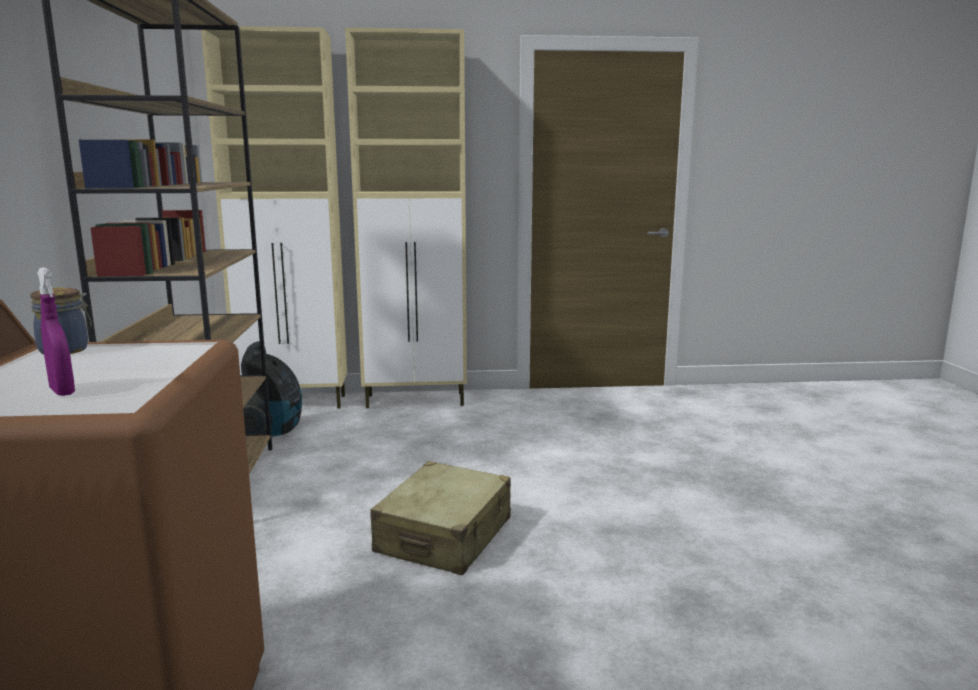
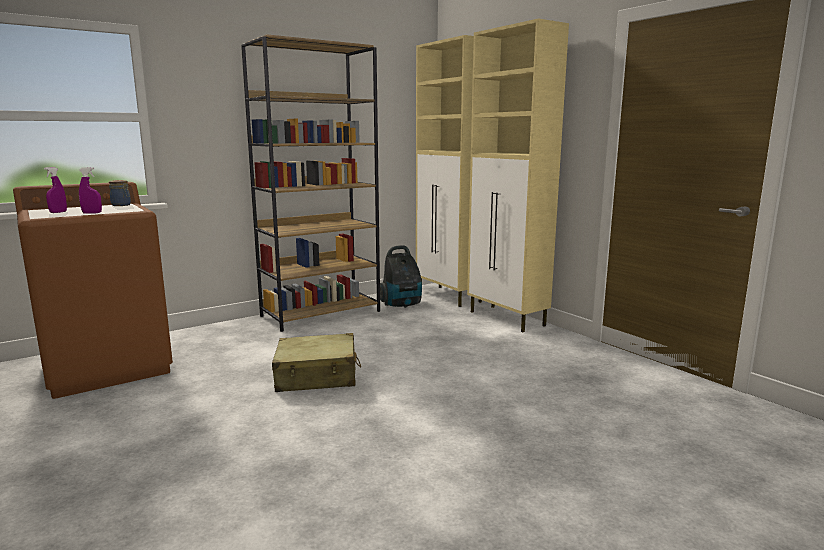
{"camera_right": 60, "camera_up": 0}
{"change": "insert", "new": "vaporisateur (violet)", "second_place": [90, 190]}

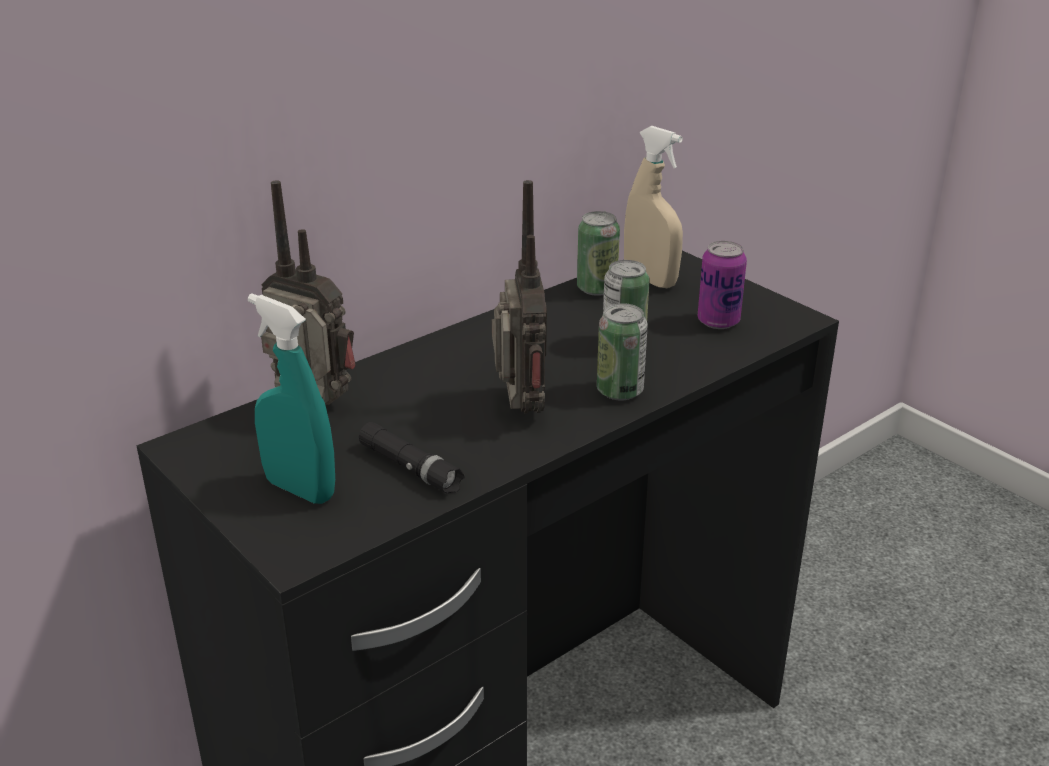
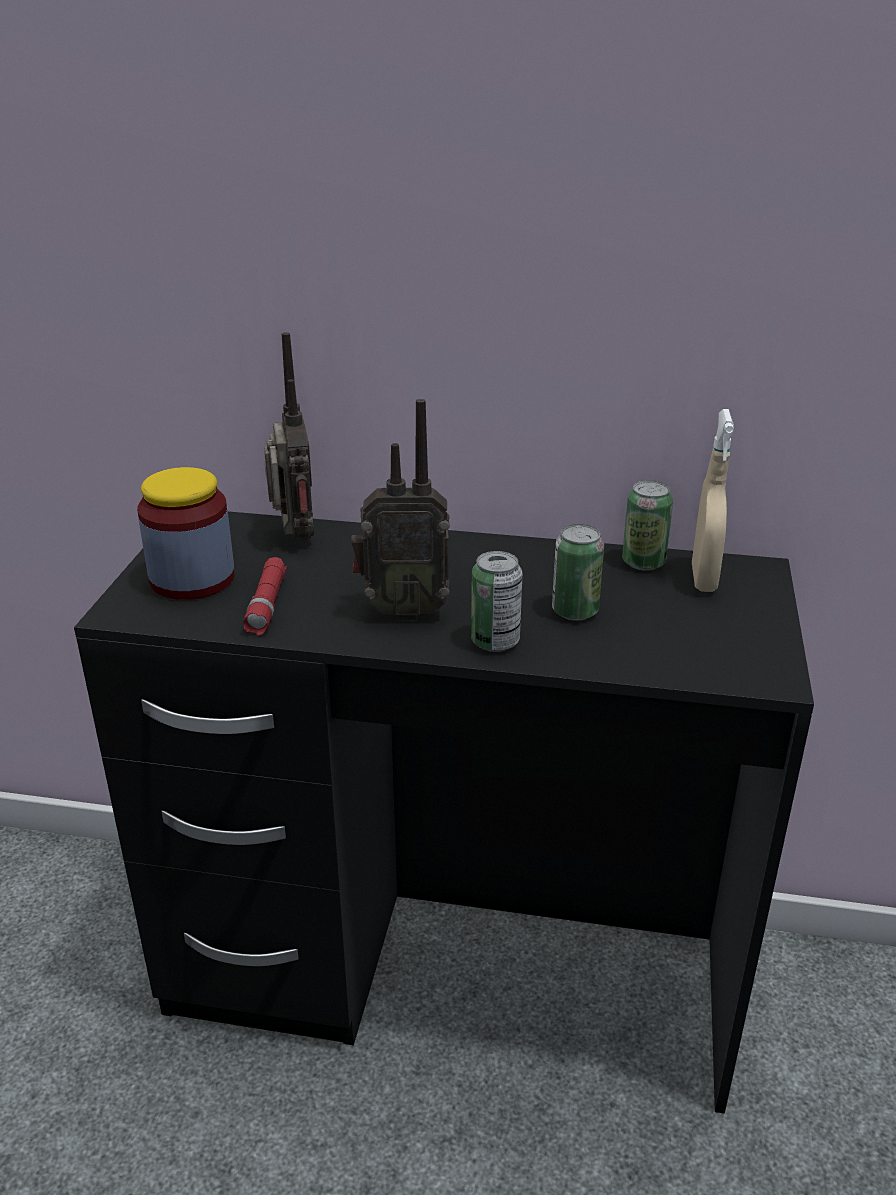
{"camera_right": 50, "camera_up": 0}
{"change": "replace", "old": "vaporisateur (turquoise)", "new": "bocal", "first_place": [291, 398], "second_place": [186, 533]}
{"change": "recolor", "old": "lampe de poche (noir)", "new": "lampe de poche (rouge)", "first_place": [412, 458], "second_place": [265, 596]}
{"change": "rotate", "old": "radio", "first_place": [519, 296], "second_place": [401, 510], "degrees": 45}
{"change": "delete", "old": "boîte métallique", "first_place": [722, 285]}

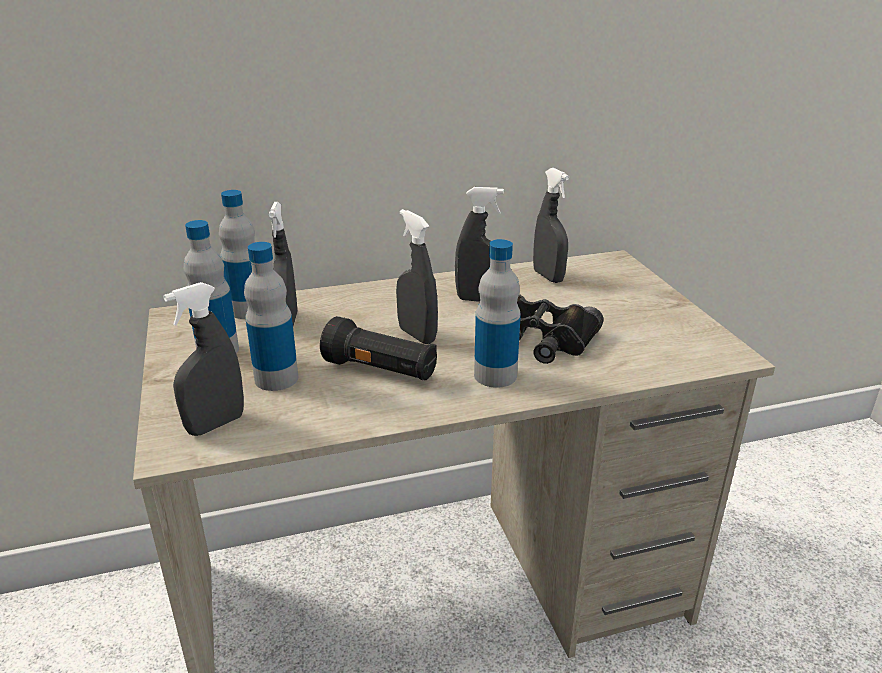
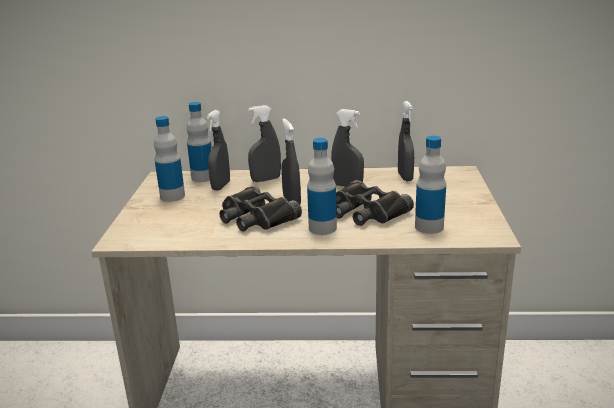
{"camera_right": 20, "camera_up": -5}
{"change": "replace", "old": "lampe de poche (noir)", "new": "jumelles (noir)", "first_place": [378, 348], "second_place": [261, 208]}
{"change": "move", "old": "vaporisateur (gris)", "first_place": [203, 359], "second_place": [264, 143]}
{"change": "move", "old": "bouteille", "first_place": [271, 316], "second_place": [430, 185]}

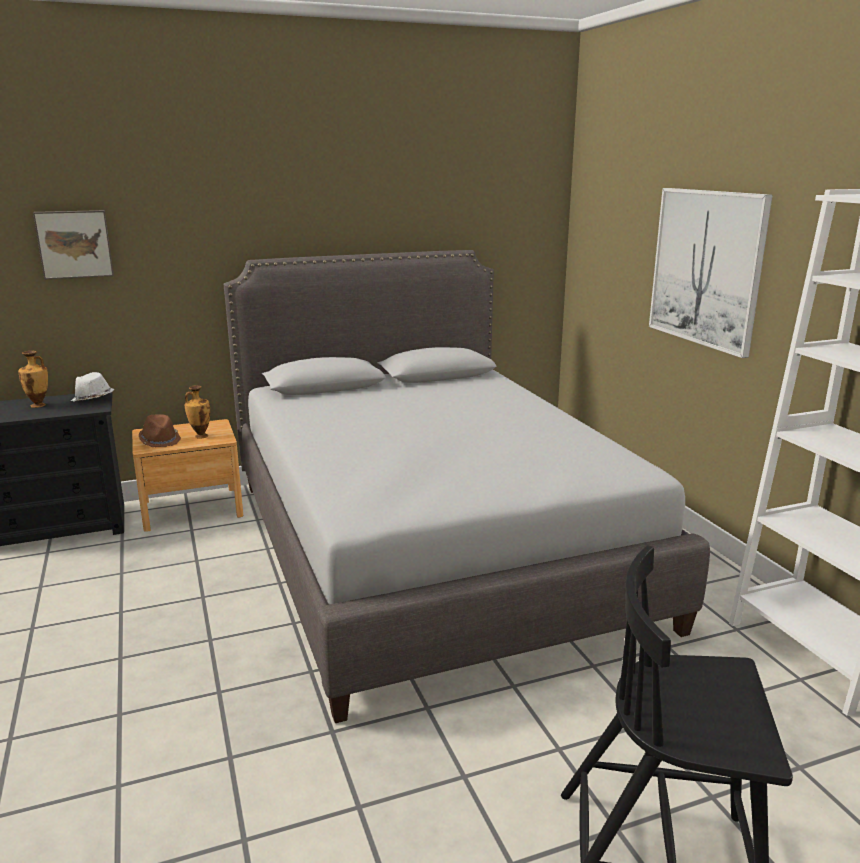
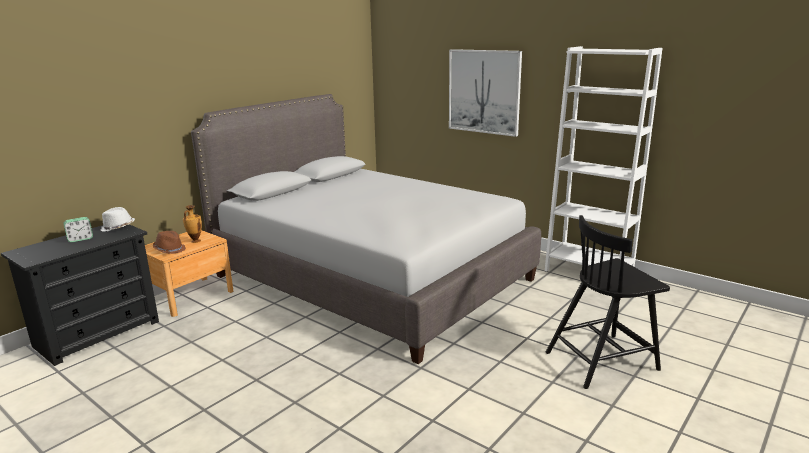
{"camera_right": -30, "camera_up": 0}
{"change": "replace", "old": "vase", "new": "réveil", "first_place": [33, 379], "second_place": [78, 229]}
{"change": "delete", "old": "tableau", "first_place": [73, 244]}

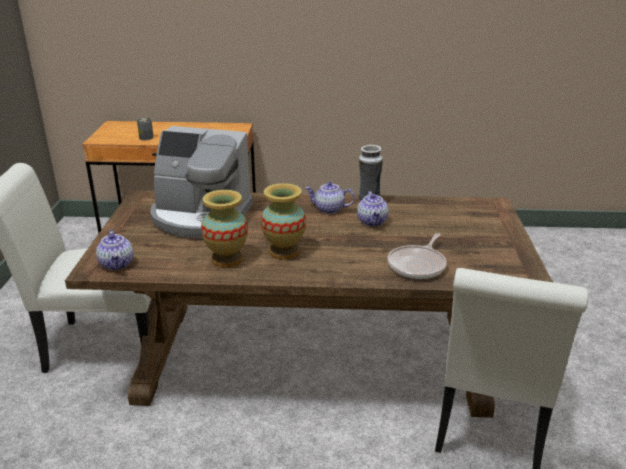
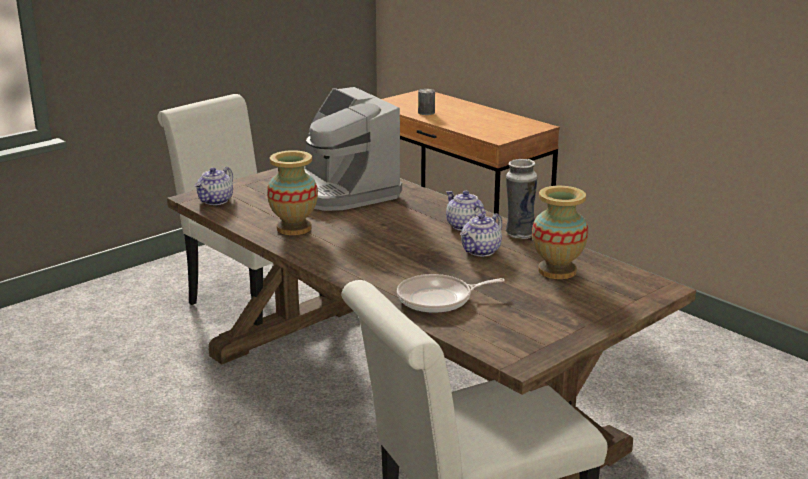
{"camera_right": 45, "camera_up": -5}
{"change": "move", "old": "vase", "first_place": [283, 221], "second_place": [560, 232]}

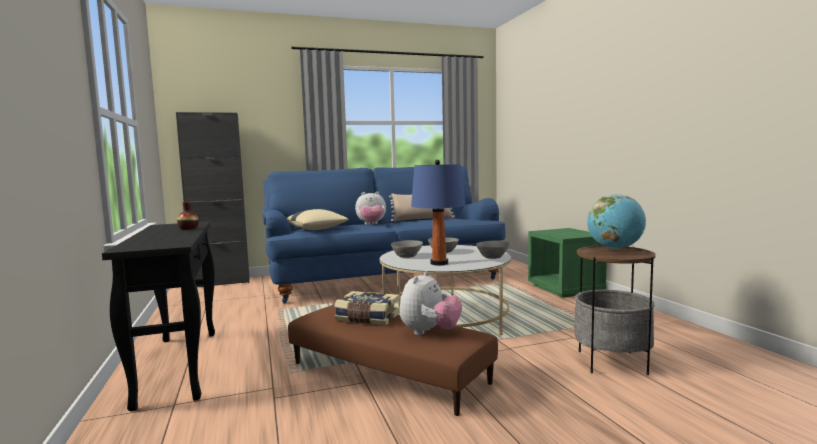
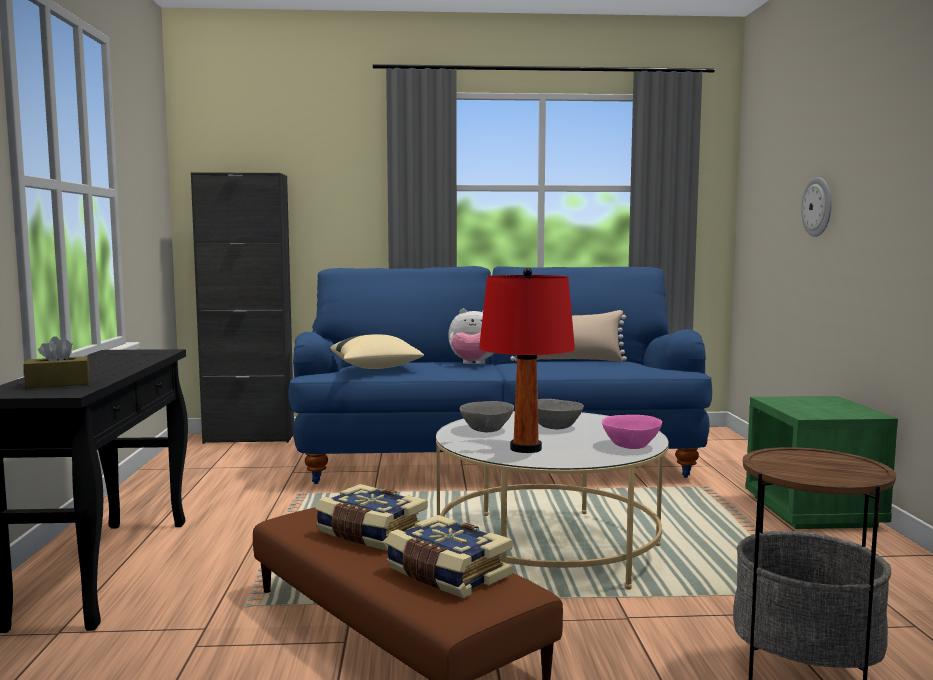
{"camera_right": 15, "camera_up": 0}
{"change": "insert", "new": "boîte à mouchoirs (marron)", "second_place": [56, 362]}
{"change": "replace", "old": "peluche", "new": "livre", "first_place": [431, 303], "second_place": [449, 556]}
{"change": "recolor", "old": "lampe de table (bleu)", "new": "lampe de table (rouge)", "first_place": [438, 212], "second_place": [527, 360]}
{"change": "recolor", "old": "bol (gris)", "new": "bol (rose)", "first_place": [493, 250], "second_place": [632, 432]}
{"change": "insert", "new": "horloge murale", "second_place": [816, 207]}
{"change": "delete", "old": "vase", "first_place": [188, 216]}
{"change": "delete", "old": "globe", "first_place": [616, 221]}

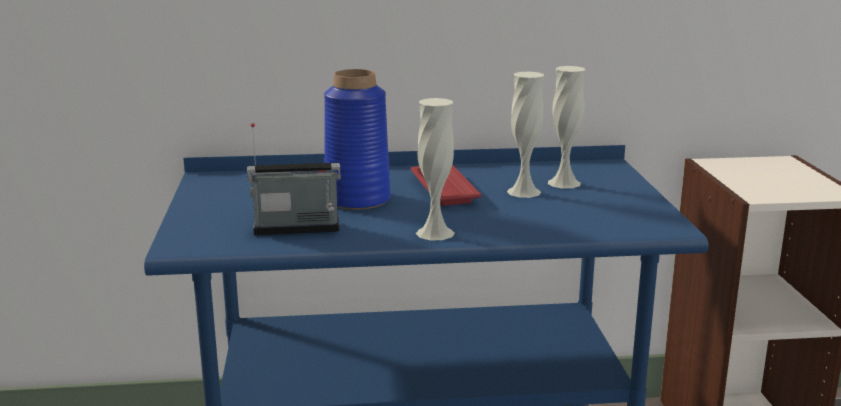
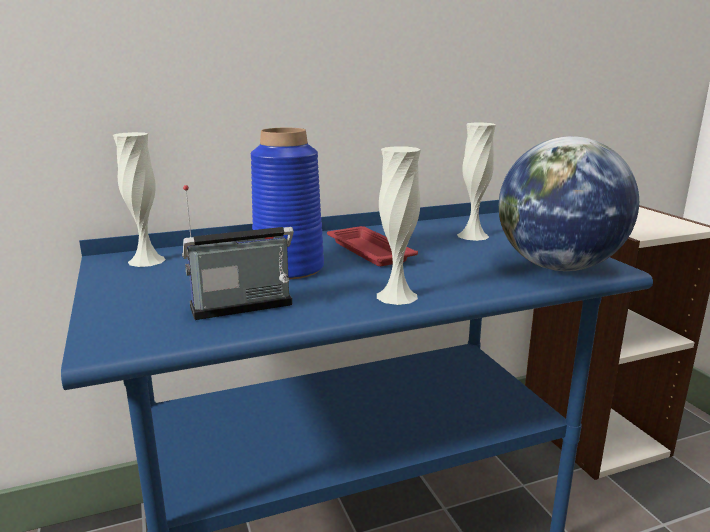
{"camera_right": -15, "camera_up": 0}
{"change": "move", "old": "vase (blanc)", "first_place": [525, 135], "second_place": [139, 199]}
{"change": "insert", "new": "globe", "second_place": [569, 203]}

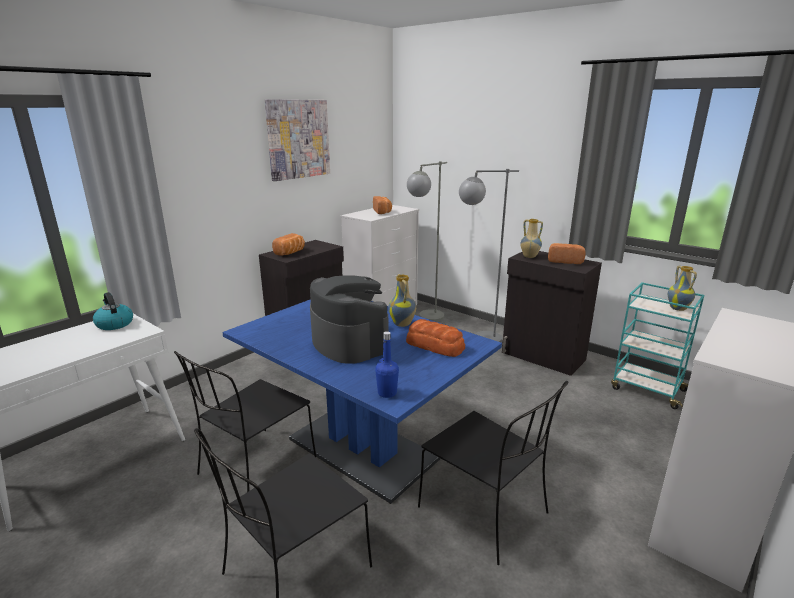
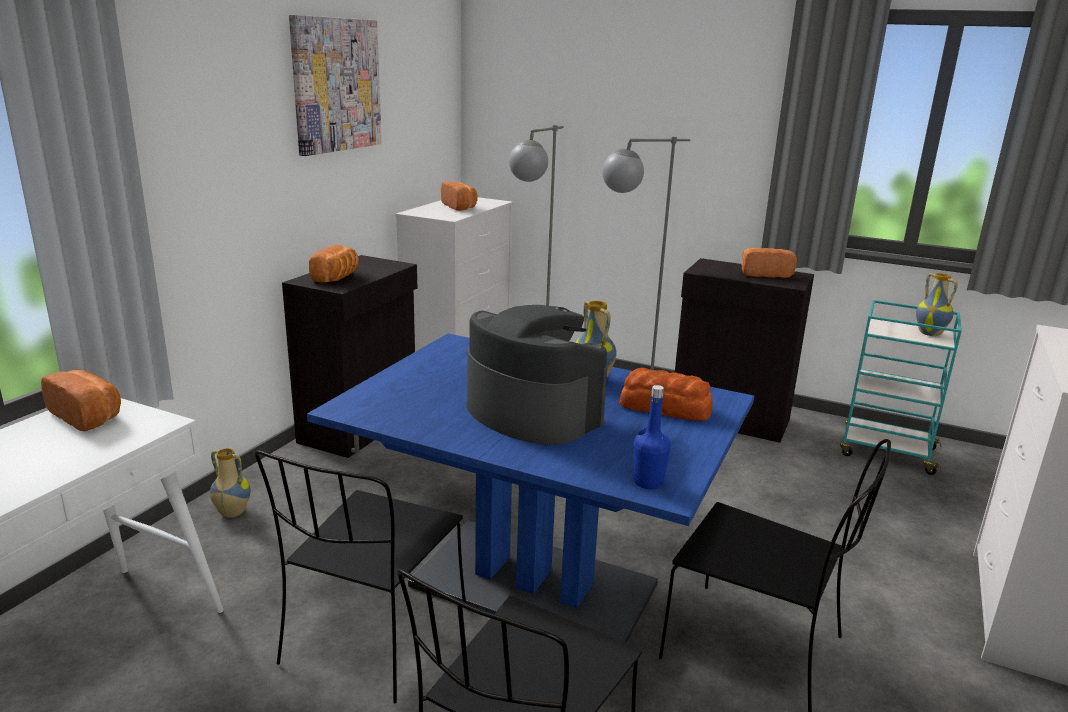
{"camera_right": -15, "camera_up": 0}
{"change": "replace", "old": "bouilloire", "new": "pain", "first_place": [113, 311], "second_place": [81, 400]}
{"change": "move", "old": "vase", "first_place": [531, 238], "second_place": [230, 483]}

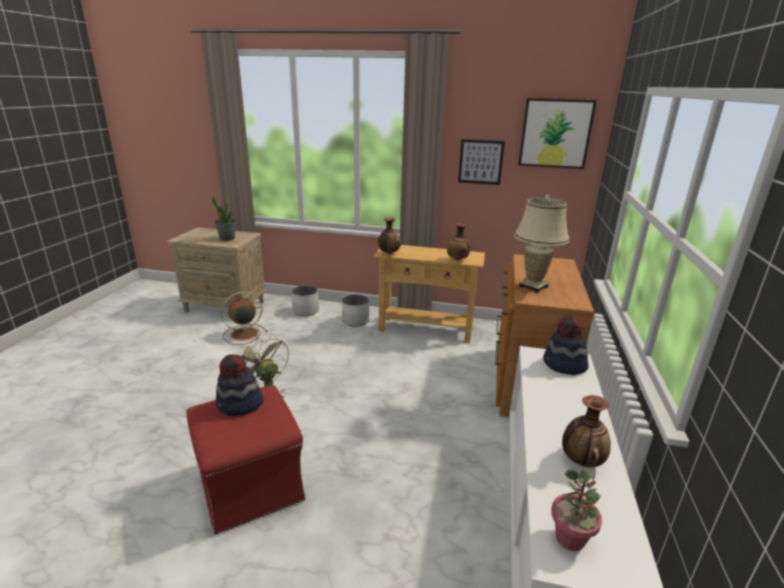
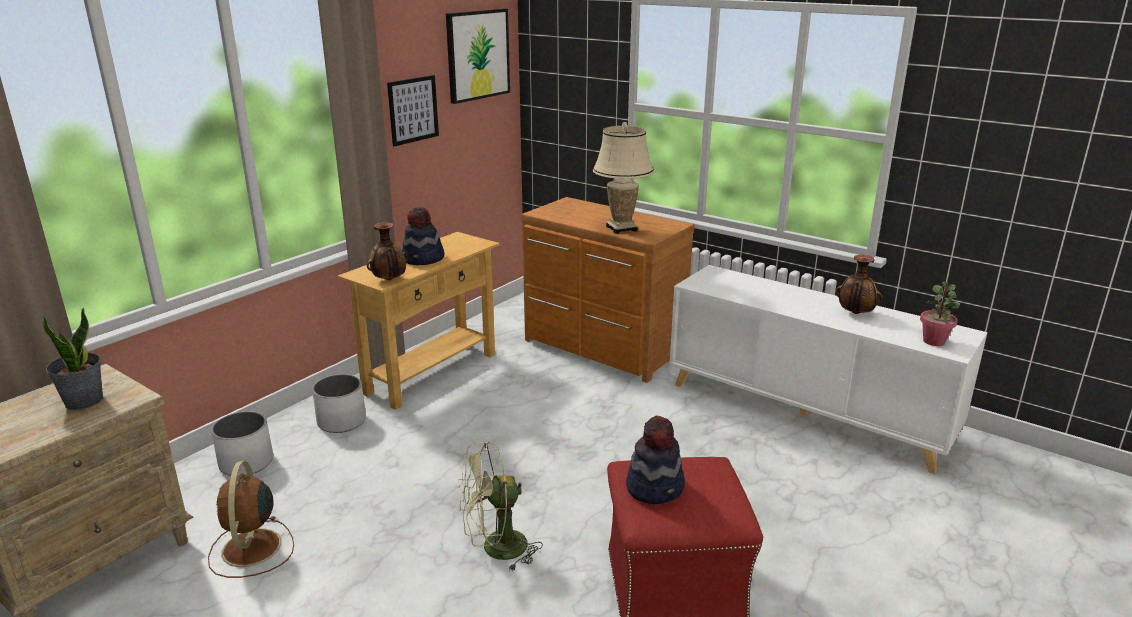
{"camera_right": -65, "camera_up": 0}
{"change": "move", "old": "chapeau", "first_place": [566, 345], "second_place": [423, 236]}
{"change": "delete", "old": "vase", "first_place": [458, 242]}

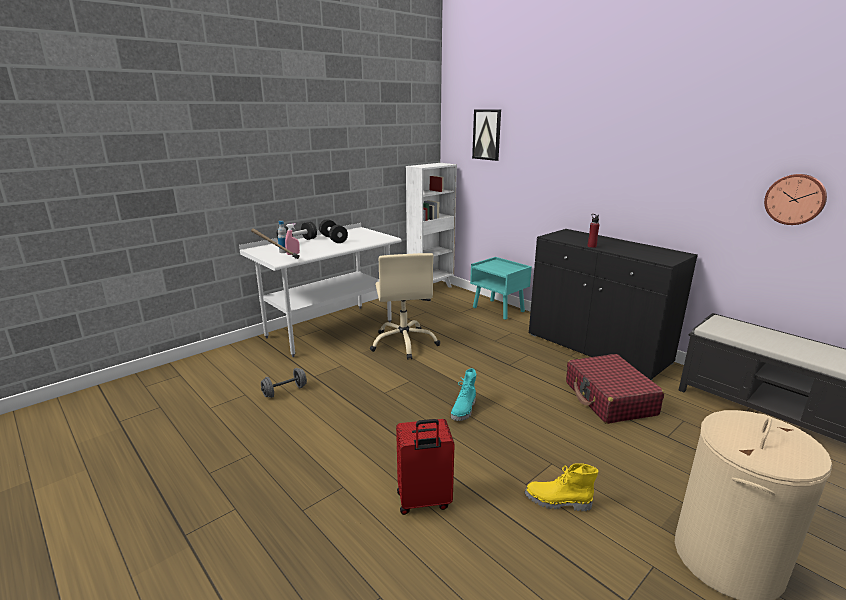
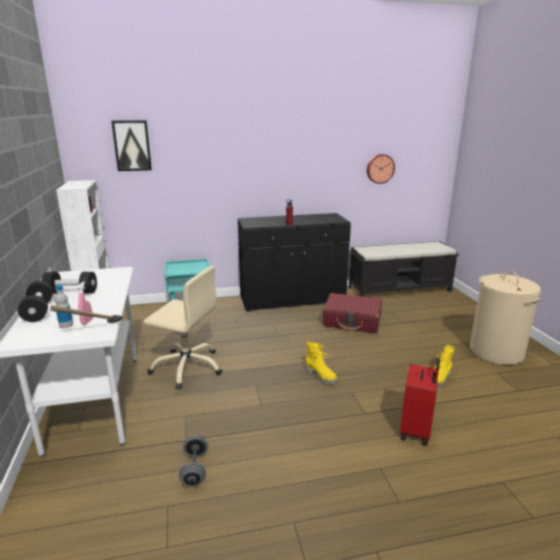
{"camera_right": -60, "camera_up": 0}
{"change": "recolor", "old": "botte (turquoise)", "new": "botte (jaune)", "first_place": [463, 394], "second_place": [321, 363]}

